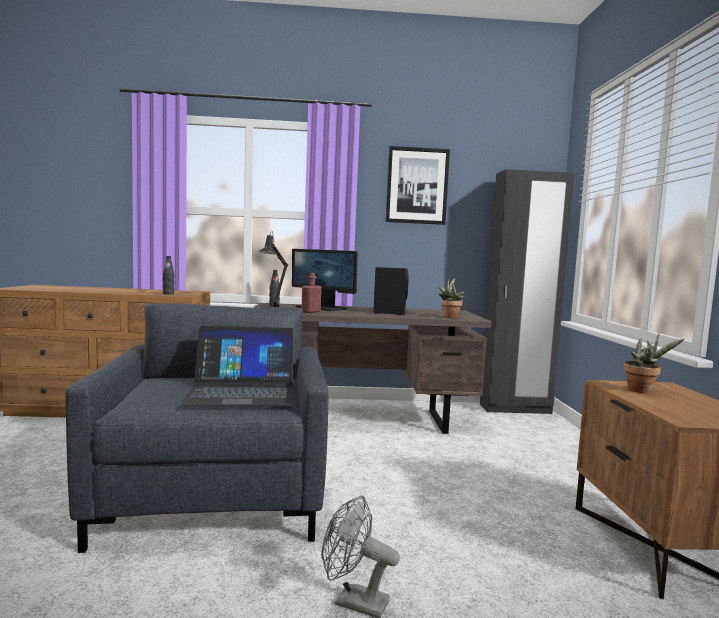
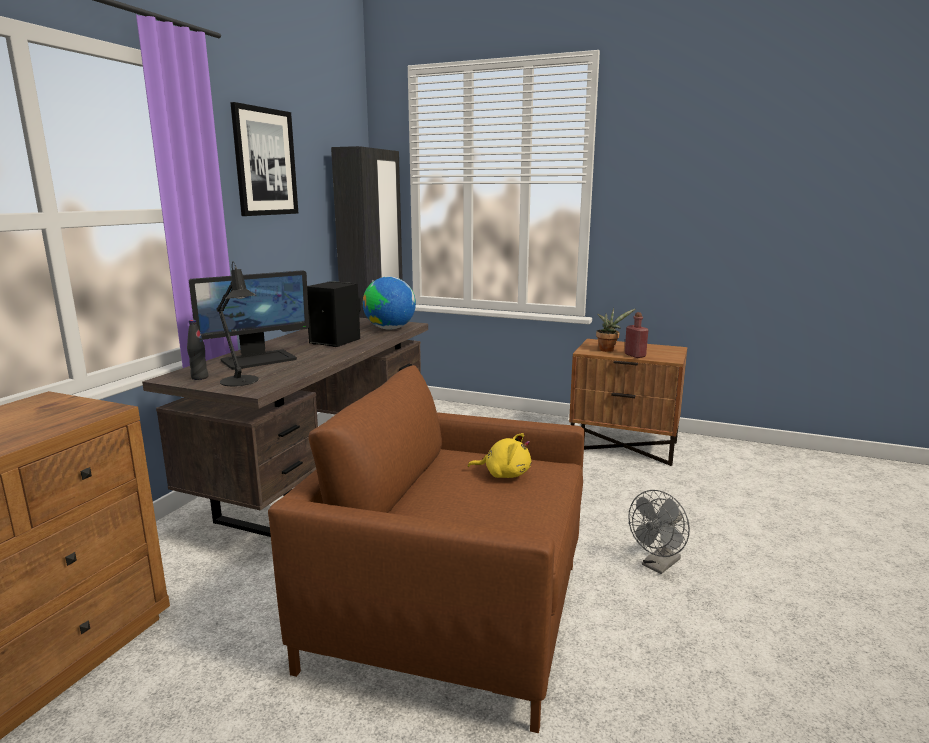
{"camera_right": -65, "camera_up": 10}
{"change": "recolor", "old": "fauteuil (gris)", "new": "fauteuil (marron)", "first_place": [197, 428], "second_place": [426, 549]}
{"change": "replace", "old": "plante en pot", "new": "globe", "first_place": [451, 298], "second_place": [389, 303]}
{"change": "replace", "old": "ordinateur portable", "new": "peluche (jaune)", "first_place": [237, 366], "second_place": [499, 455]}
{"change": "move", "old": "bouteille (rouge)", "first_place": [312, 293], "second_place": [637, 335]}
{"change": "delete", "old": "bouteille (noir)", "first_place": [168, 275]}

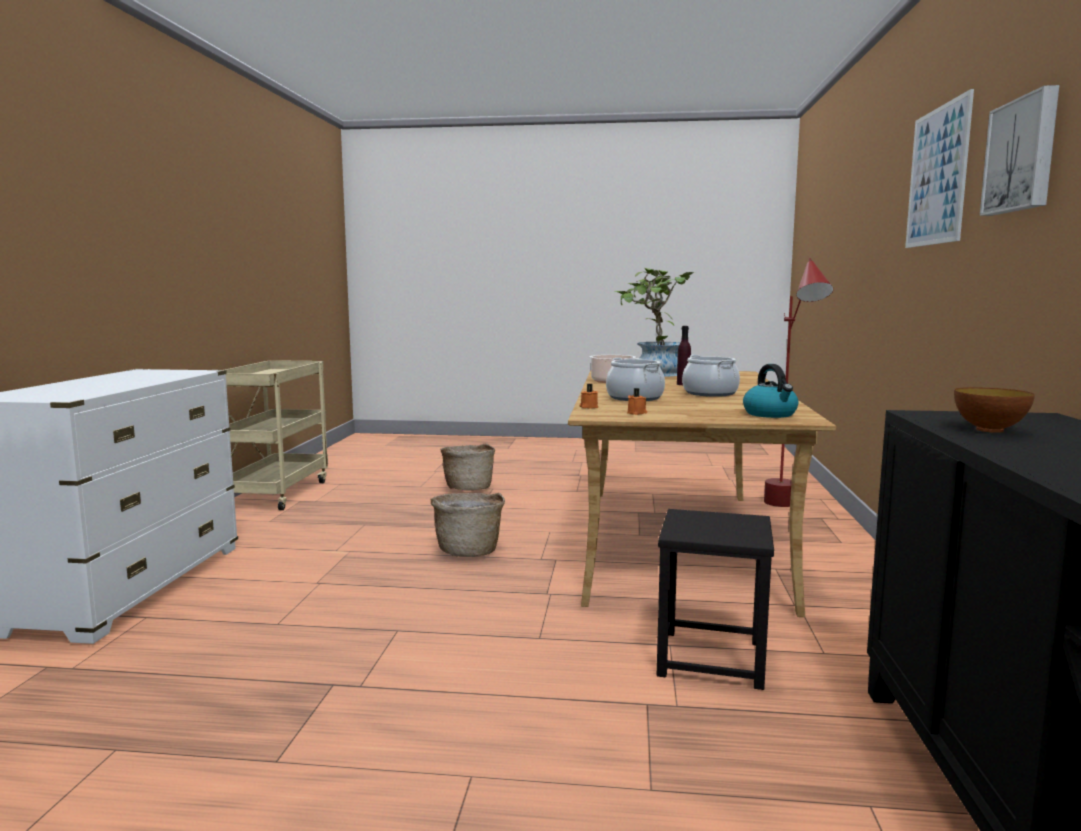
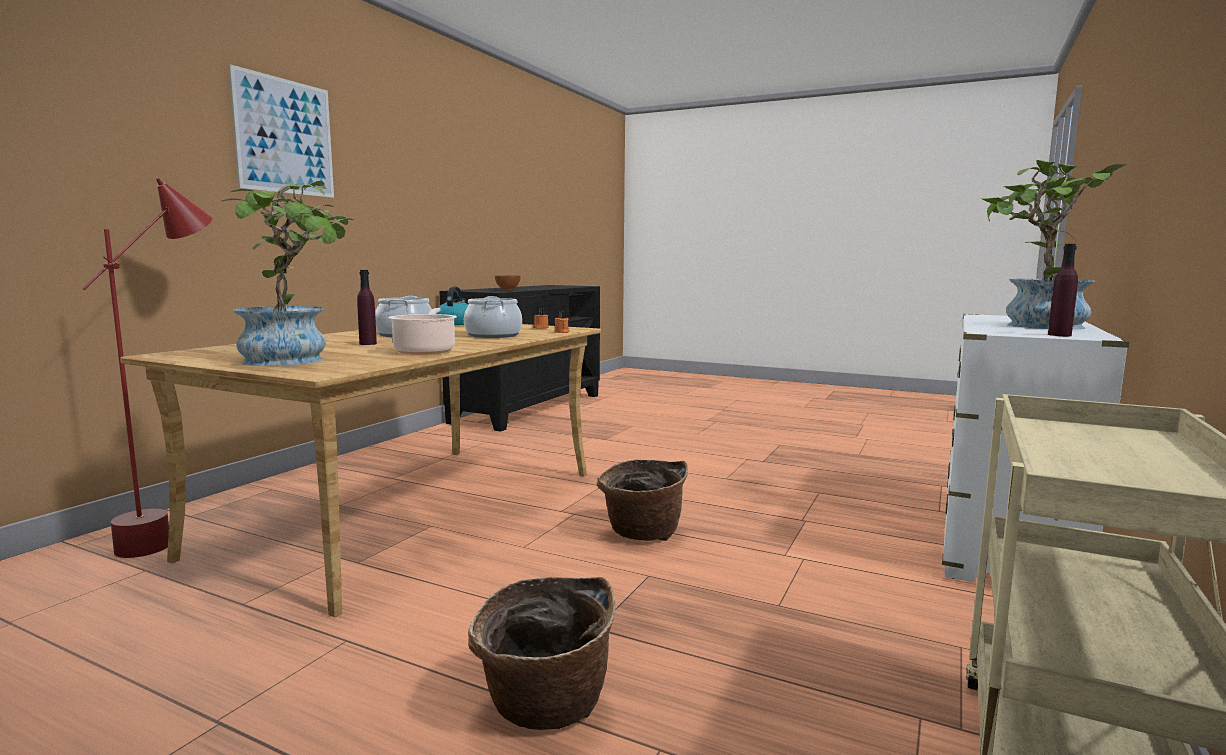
{"camera_right": -160, "camera_up": 0}
{"change": "insert", "new": "plante en pot", "second_place": [1054, 245]}
{"change": "insert", "new": "bouteille (violet)", "second_place": [1063, 290]}
{"change": "delete", "old": "tabouret (noir)", "first_place": [715, 599]}
{"change": "delete", "old": "tableau", "first_place": [1019, 150]}

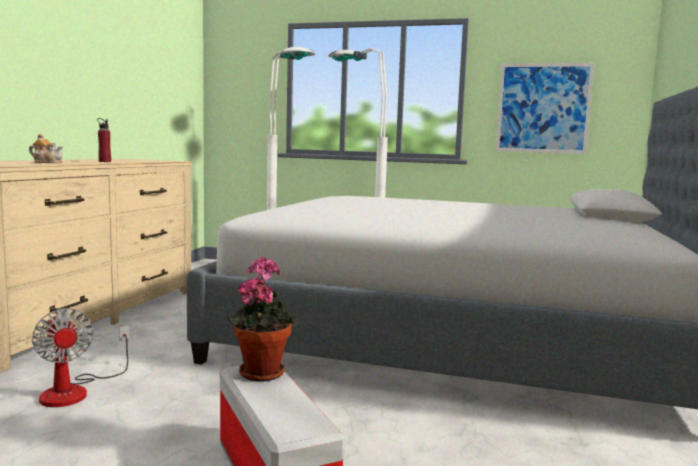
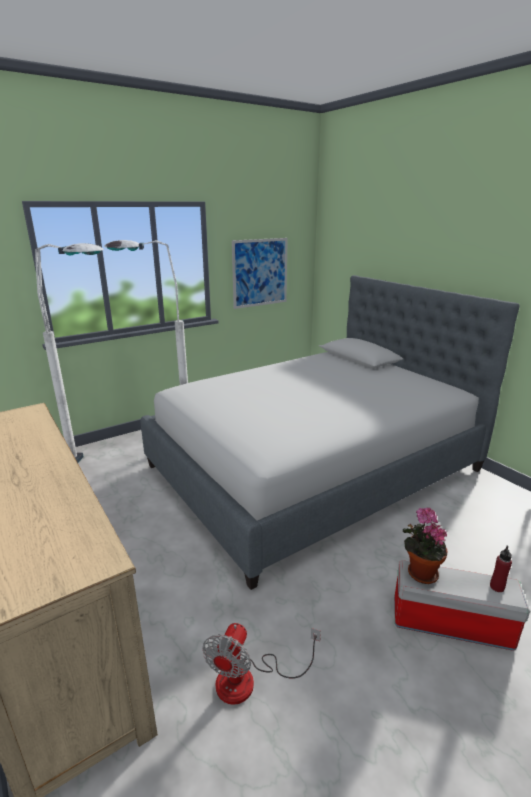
{"camera_right": -50, "camera_up": 15}
{"change": "rotate", "old": "ventilateur", "first_place": [81, 357], "second_place": [261, 664], "degrees": 105}
{"change": "move", "old": "bouteille (rouge)", "first_place": [104, 140], "second_place": [501, 569]}
{"change": "delete", "old": "théière", "first_place": [46, 148]}

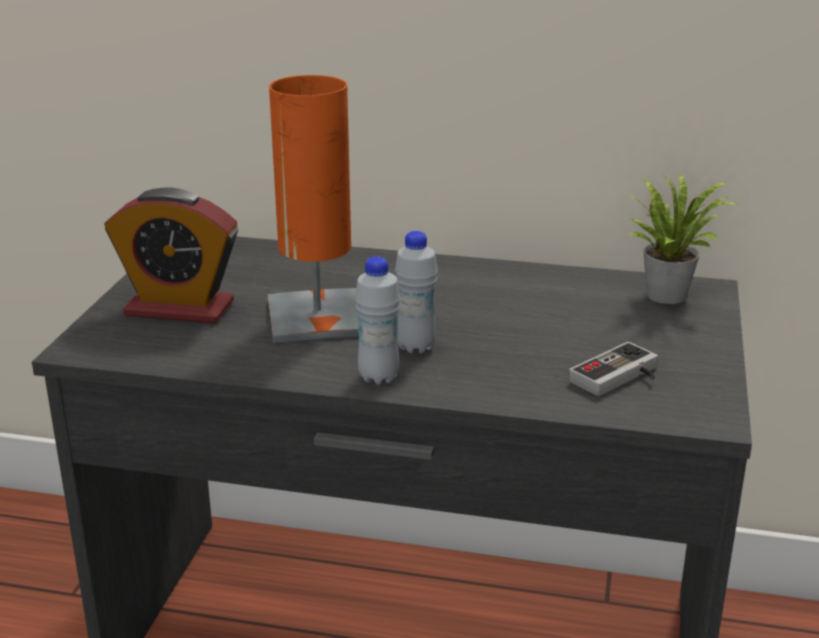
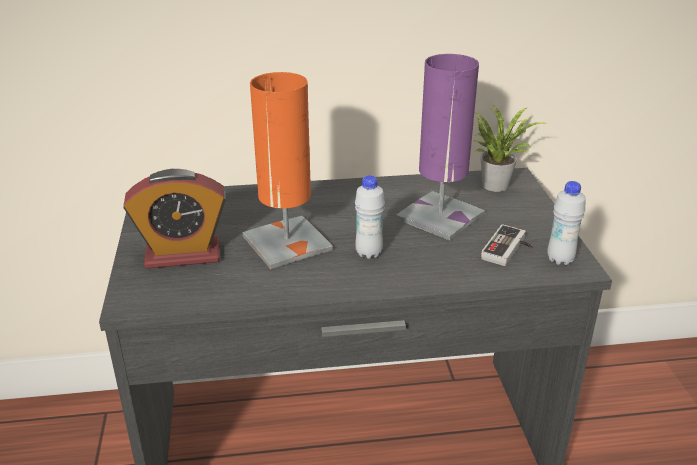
{"camera_right": -20, "camera_up": 5}
{"change": "insert", "new": "lampe de table (violet)", "second_place": [440, 147]}
{"change": "move", "old": "bouteille (blanc)", "first_place": [377, 320], "second_place": [566, 223]}

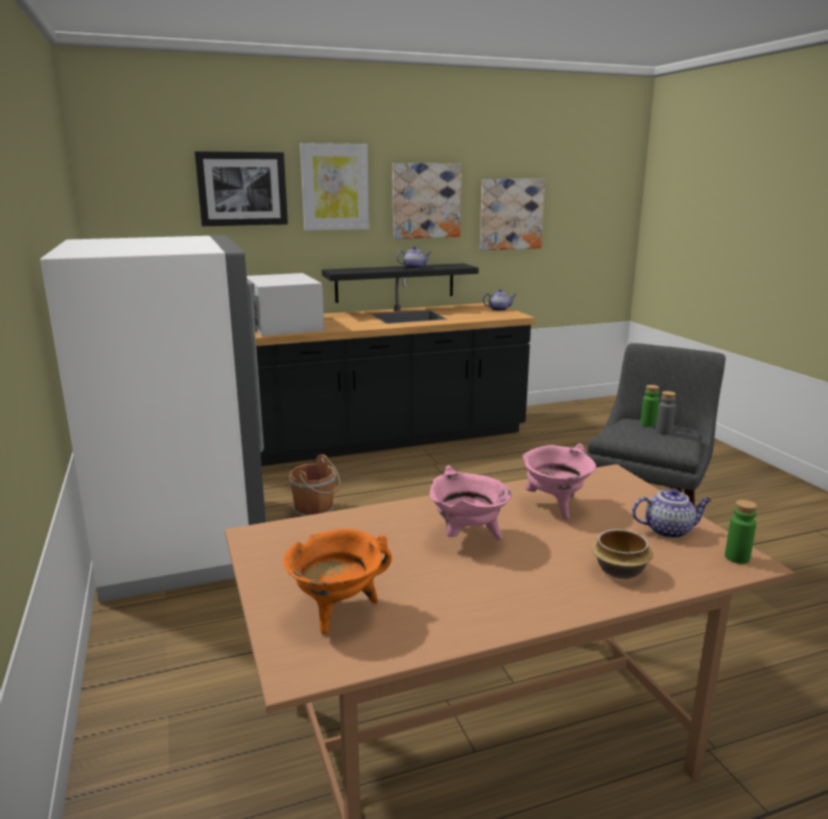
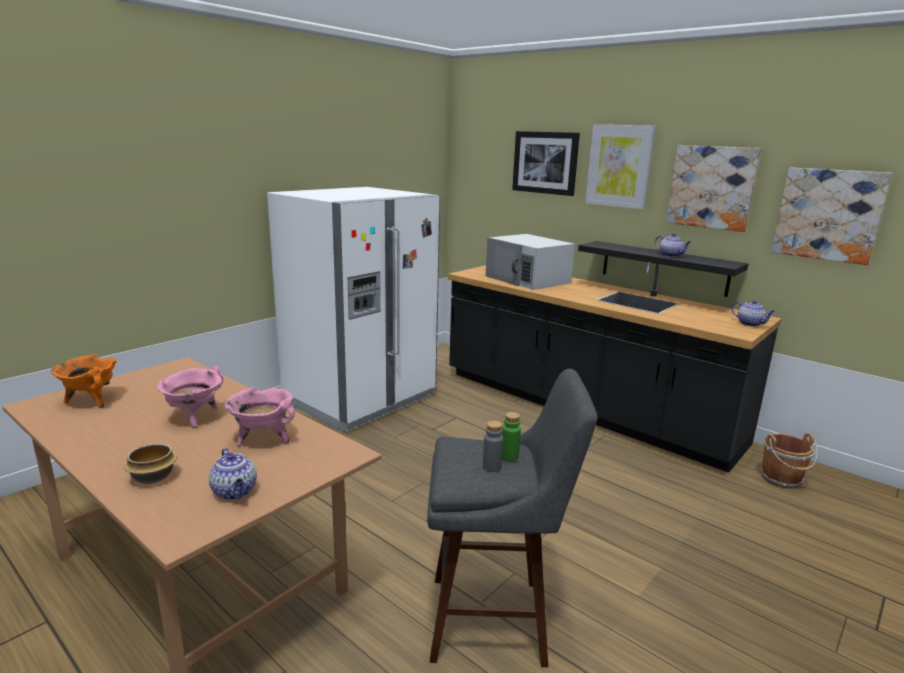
{"camera_right": 60, "camera_up": 0}
{"change": "rotate", "old": "micro-ondes (blanc)", "first_place": [285, 304], "second_place": [530, 262], "degrees": -75}
{"change": "move", "old": "seau (marron)", "first_place": [315, 485], "second_place": [789, 461]}
{"change": "delete", "old": "bouteille (vert)", "first_place": [741, 532]}

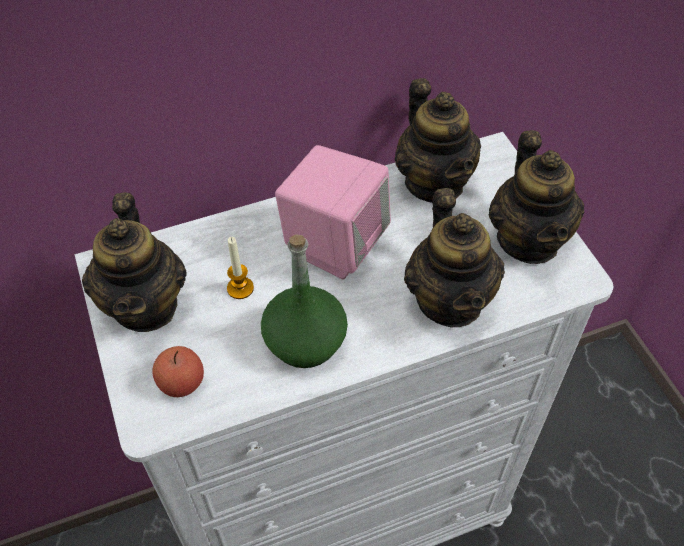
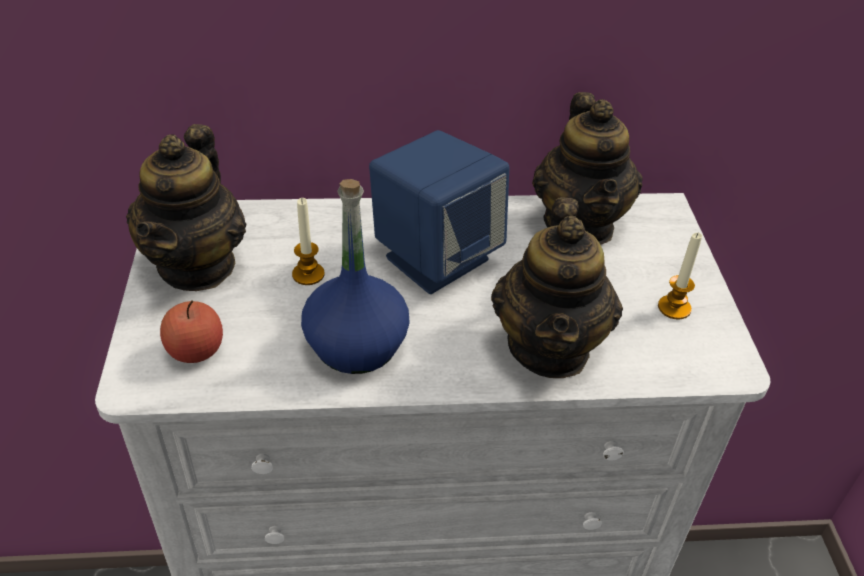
{"camera_right": 15, "camera_up": -10}
{"change": "recolor", "old": "bouteille (vert)", "new": "bouteille (bleu)", "first_place": [304, 301], "second_place": [355, 276]}
{"change": "recolor", "old": "enceinte (rose)", "new": "enceinte (bleu)", "first_place": [333, 212], "second_place": [439, 212]}
{"change": "replace", "old": "théière", "new": "bougie", "first_place": [536, 197], "second_place": [680, 276]}

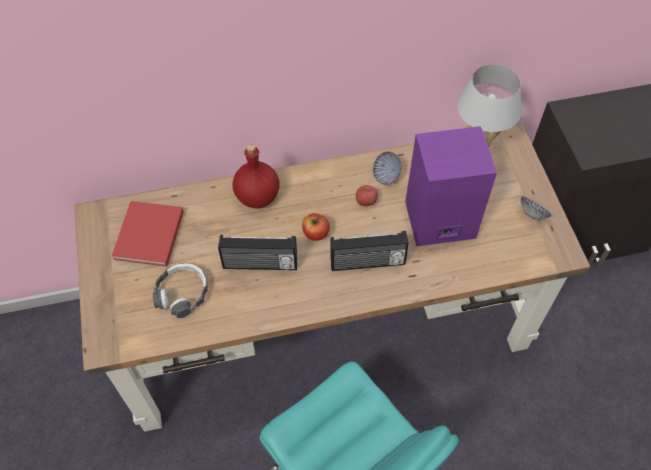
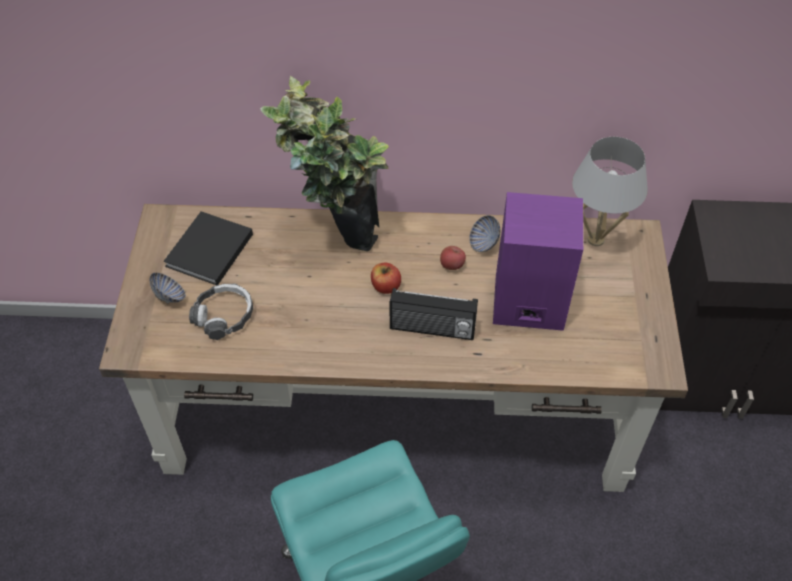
{"camera_right": 15, "camera_up": -5}
{"change": "move", "old": "bol", "first_place": [536, 208], "second_place": [168, 288]}
{"change": "recolor", "old": "livre (rouge)", "new": "livre (noir)", "first_place": [148, 234], "second_place": [208, 248]}
{"change": "replace", "old": "bouteille (rouge)", "new": "plante en pot", "first_place": [256, 176], "second_place": [324, 163]}
{"change": "delete", "old": "radio", "first_place": [257, 252]}

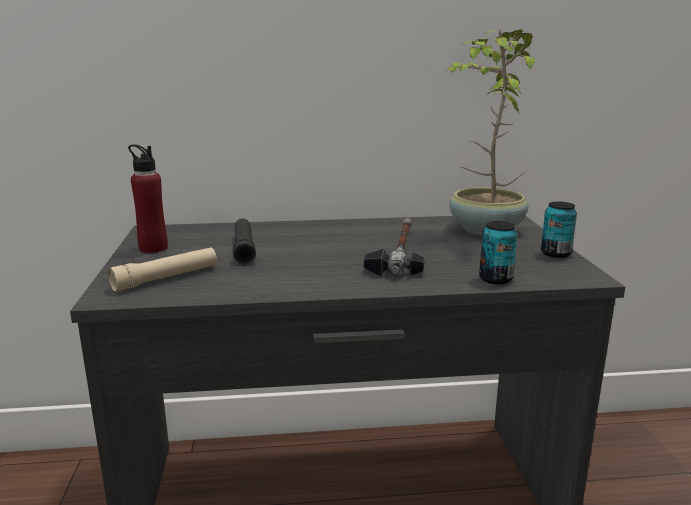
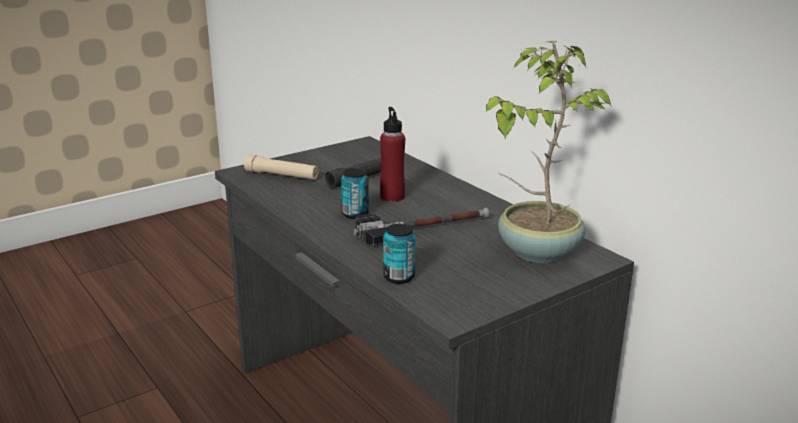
{"camera_right": 60, "camera_up": 5}
{"change": "move", "old": "boîte métallique", "first_place": [559, 229], "second_place": [355, 193]}
{"change": "move", "old": "bouteille (rouge)", "first_place": [148, 198], "second_place": [392, 154]}

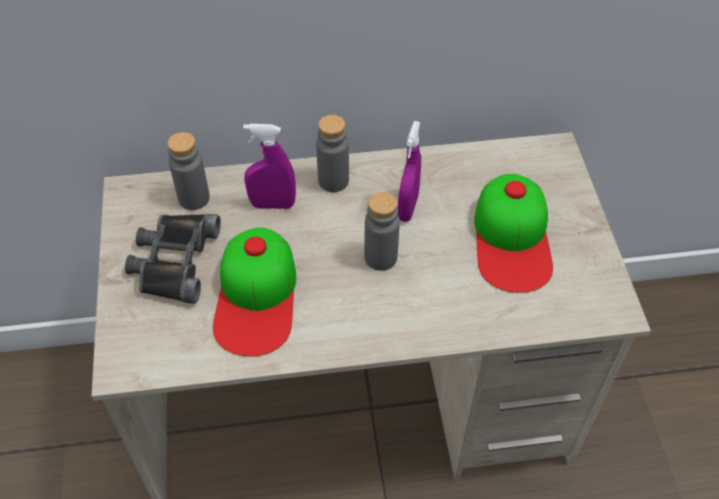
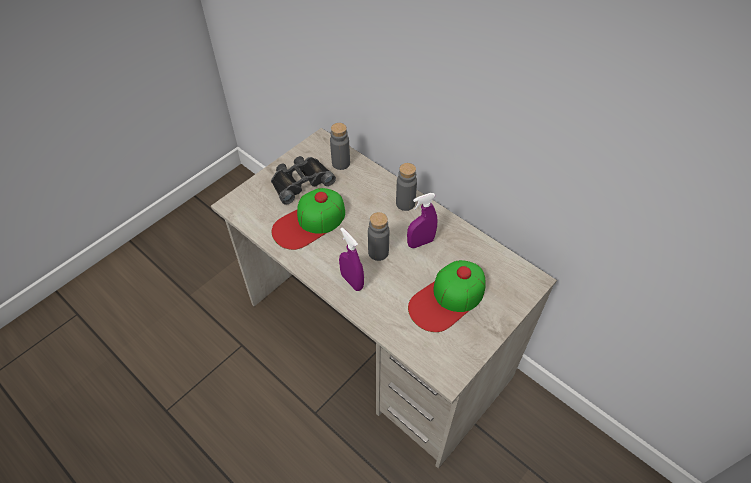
{"camera_right": 50, "camera_up": 0}
{"change": "move", "old": "vaporisateur (violet)", "first_place": [269, 166], "second_place": [351, 259]}

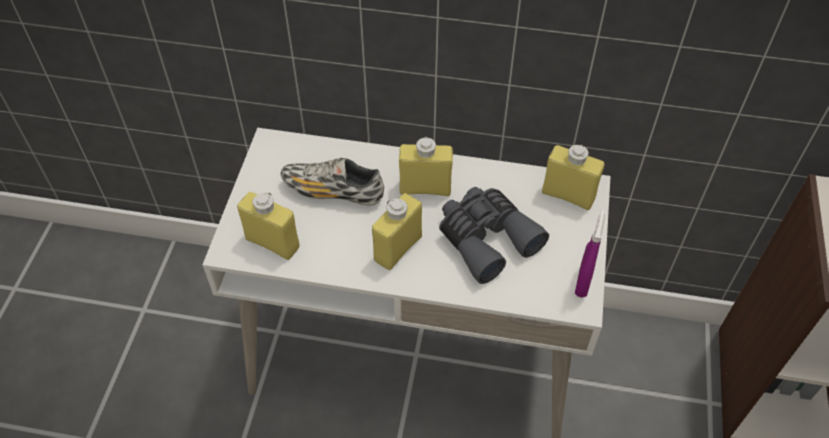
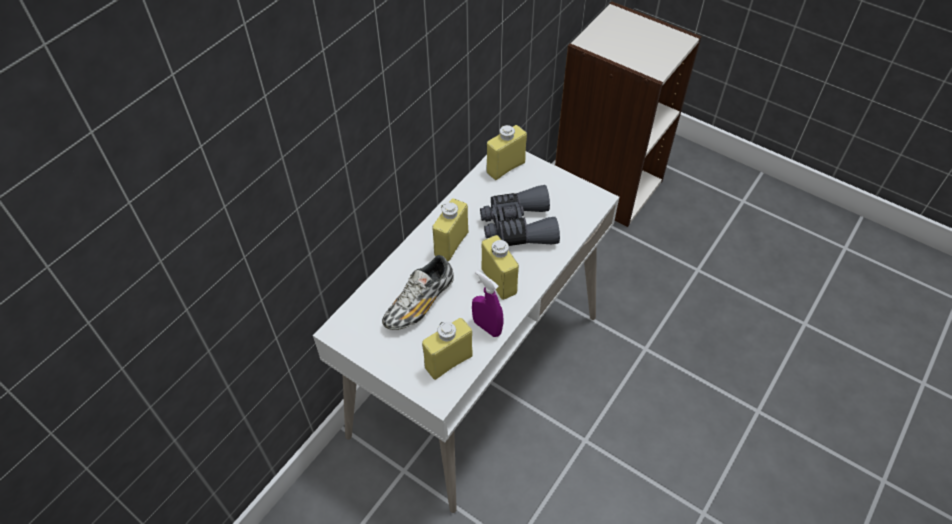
{"camera_right": -65, "camera_up": 0}
{"change": "move", "old": "vaporisateur (violet)", "first_place": [590, 253], "second_place": [488, 303]}

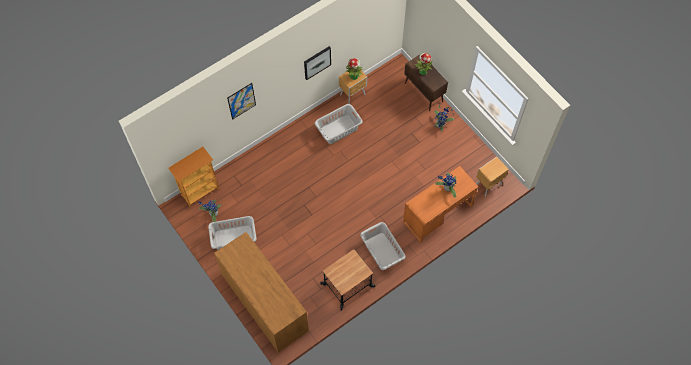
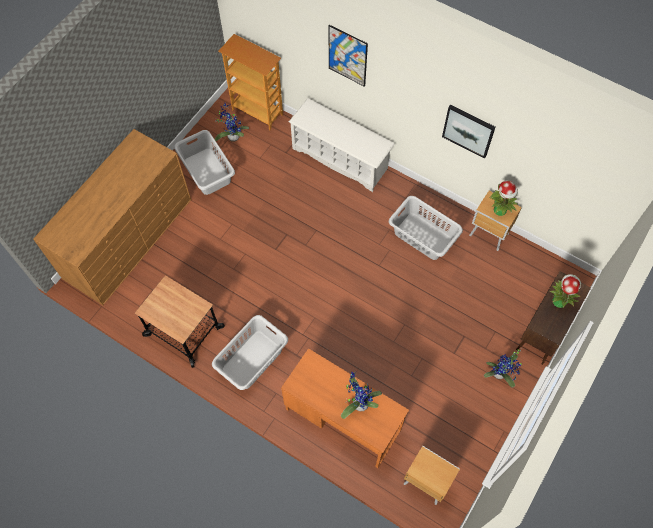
{"camera_right": 70, "camera_up": 0}
{"change": "insert", "new": "étagère à chaussures (blanc)", "second_place": [342, 145]}

